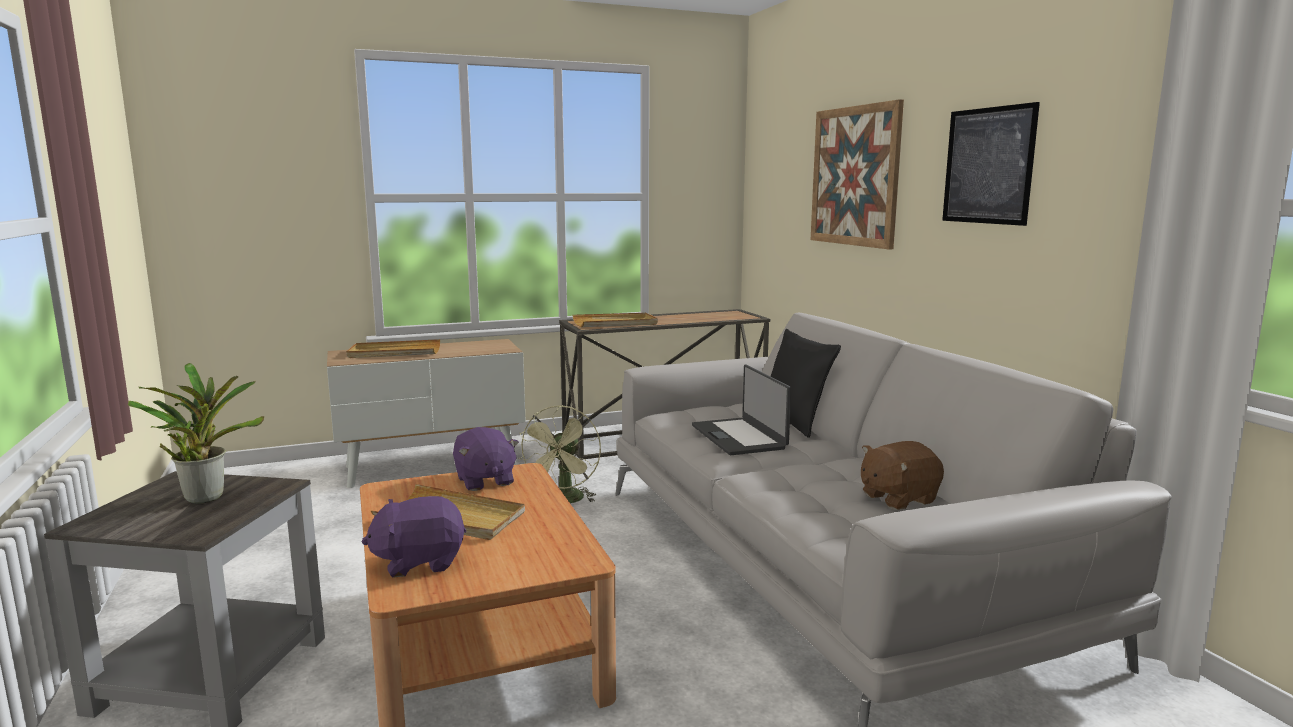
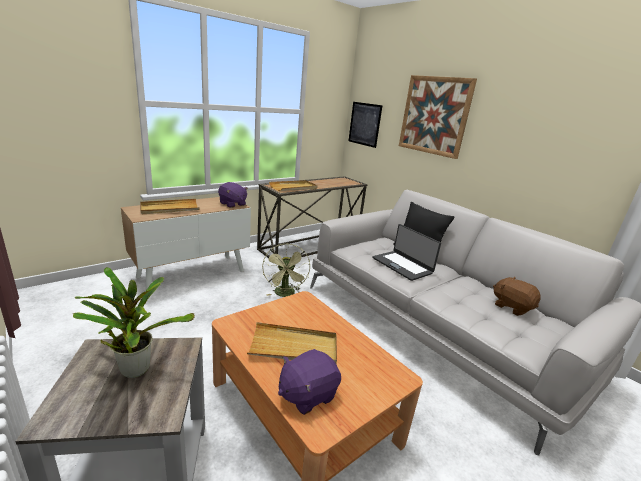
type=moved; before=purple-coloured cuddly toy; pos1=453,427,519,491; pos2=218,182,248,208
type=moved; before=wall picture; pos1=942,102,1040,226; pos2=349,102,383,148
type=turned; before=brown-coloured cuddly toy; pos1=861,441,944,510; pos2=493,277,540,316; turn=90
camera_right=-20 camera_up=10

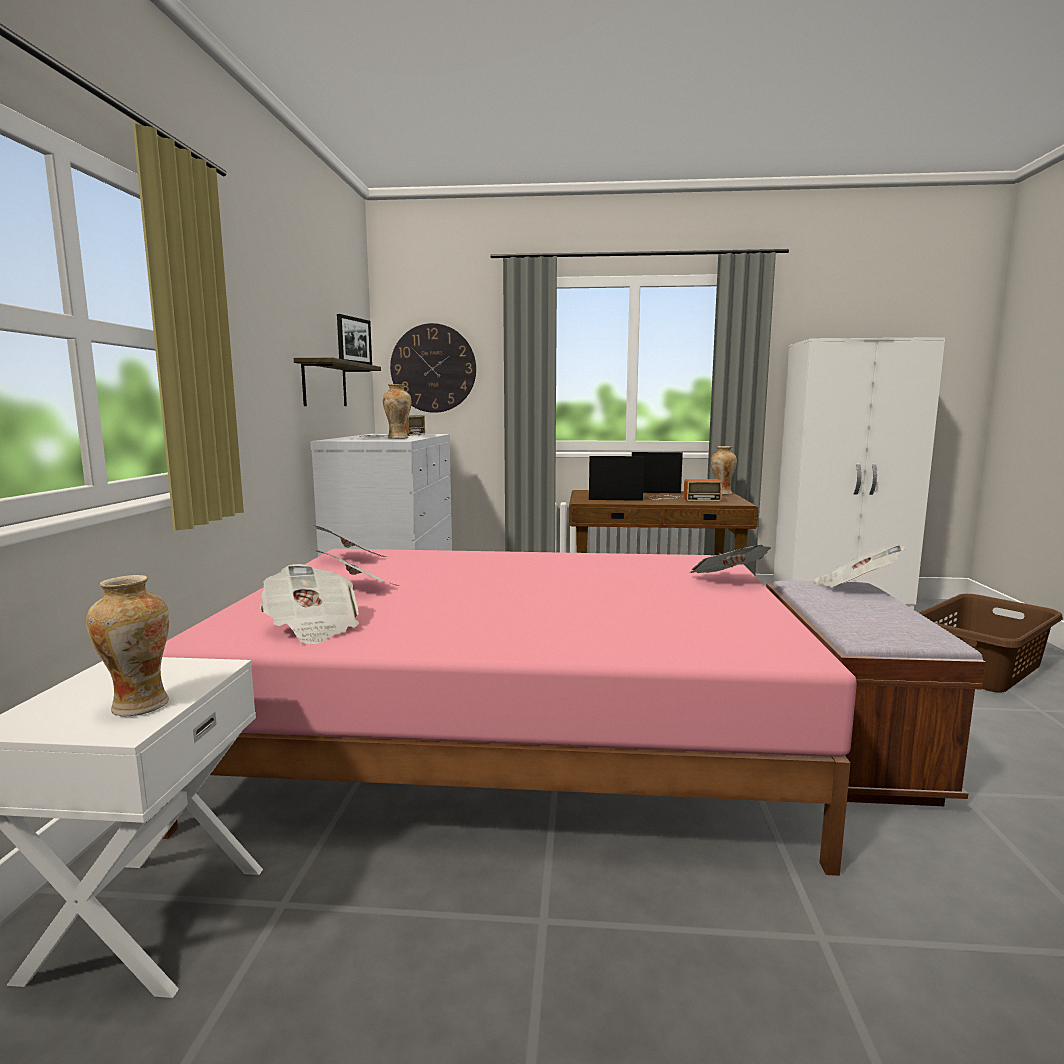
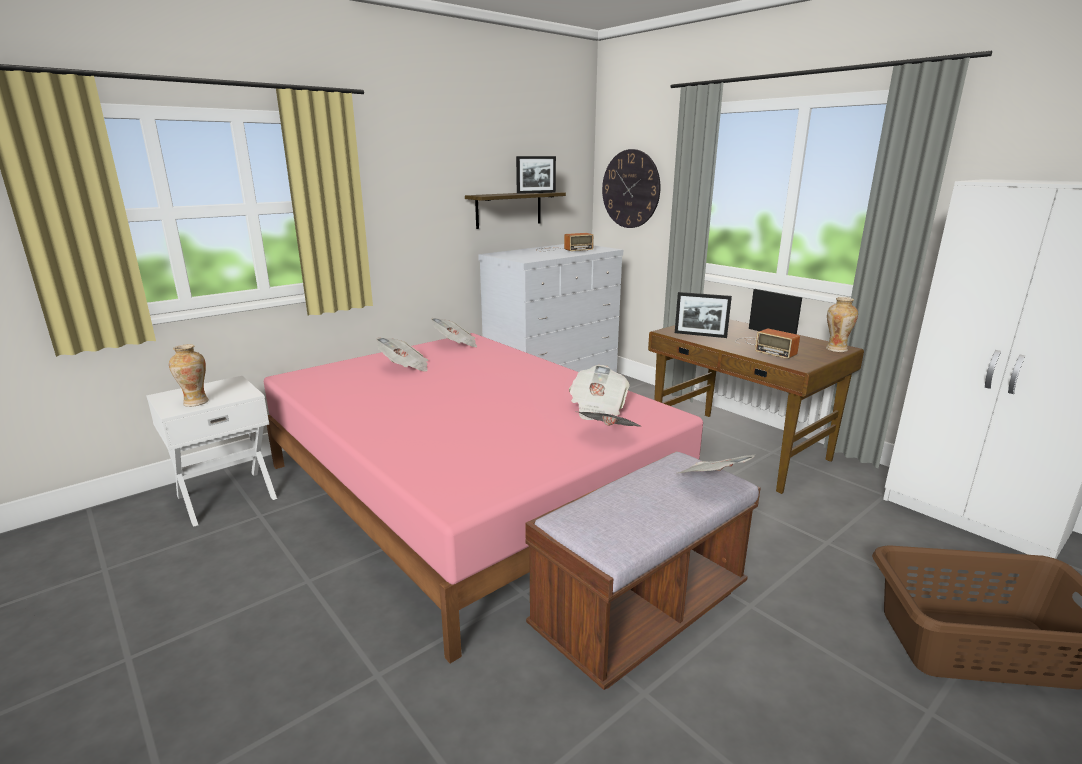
type=removed; before=vase; pos1=383,384,412,439
type=moved; before=newspaper; pos1=260,564,359,645; pos2=569,365,630,420
type=turned; before=picture frame; pos1=589,456,644,501; pos2=675,292,732,338; turn=150
camera_right=45 camera_up=10

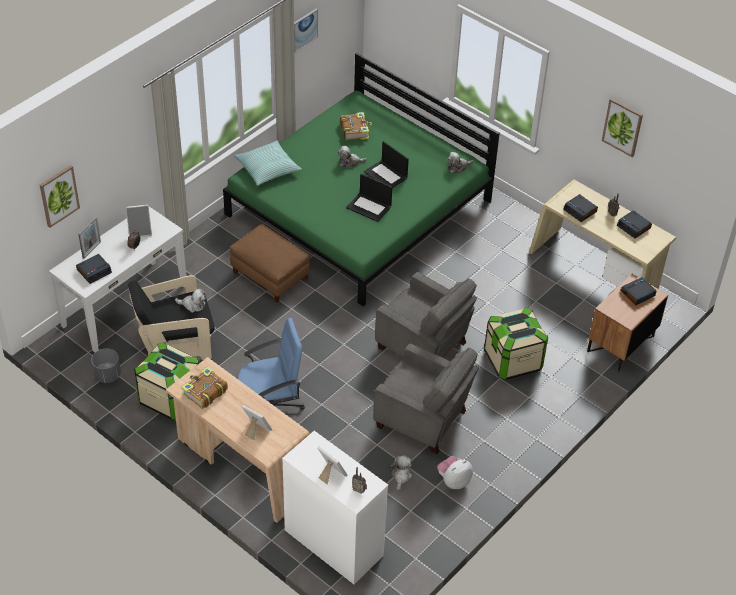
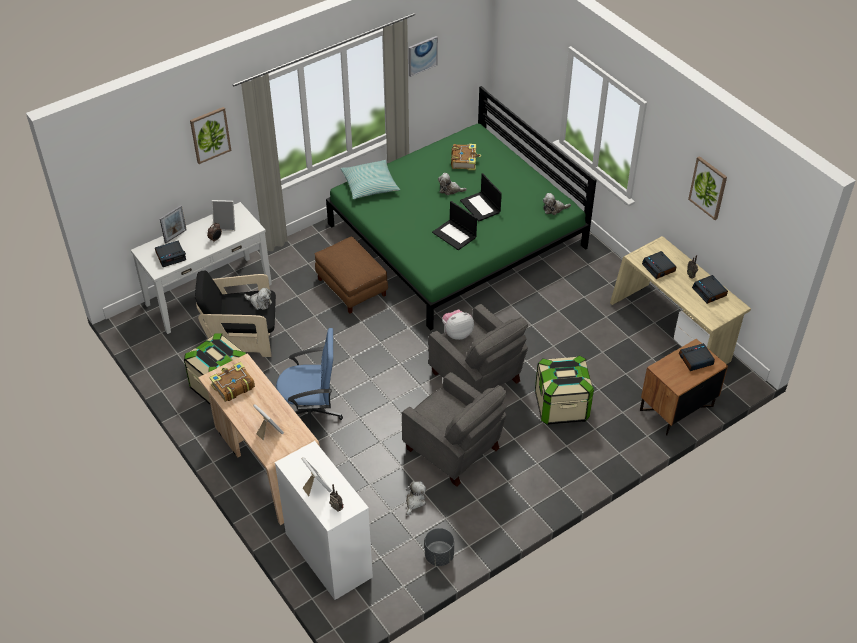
type=moved; before=wall picture; pos1=40,165,80,228; pos2=190,107,231,164
type=moved; before=greyish planter; pos1=91,349,121,383; pos2=425,528,454,566
type=moved; before=cuddly toy; pos1=437,456,473,489; pos2=443,310,474,340
camera_right=15 camera_up=0

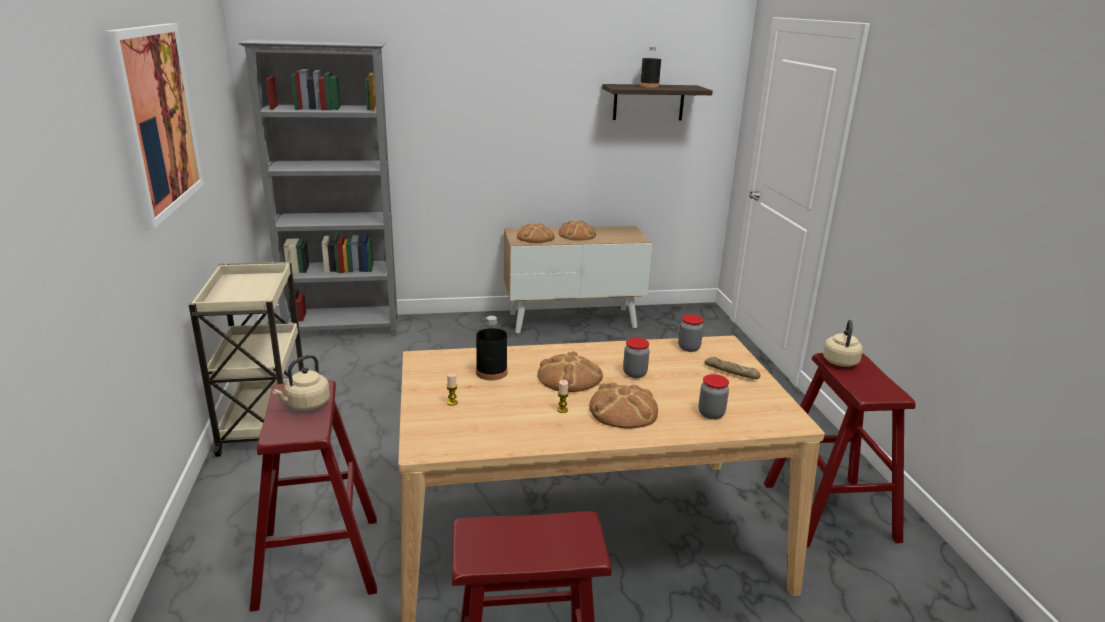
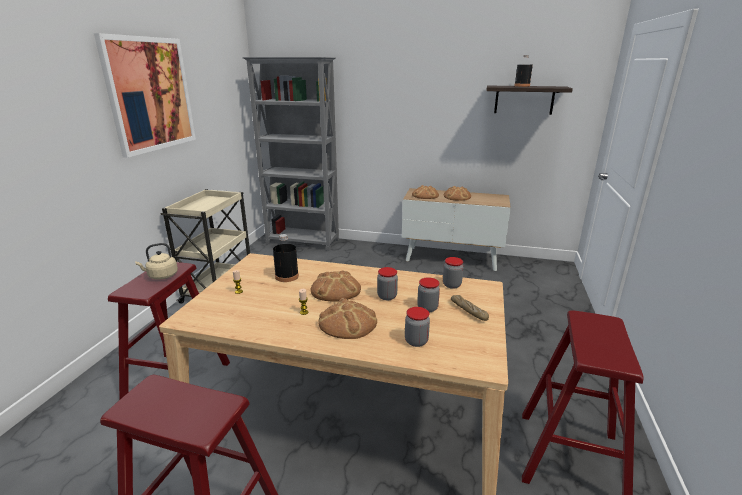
type=removed; before=sand-coloured tea kettle; pos1=823,320,863,367
type=added; after=storage jar; pos2=417,277,440,313
camera_right=25 camera_up=0

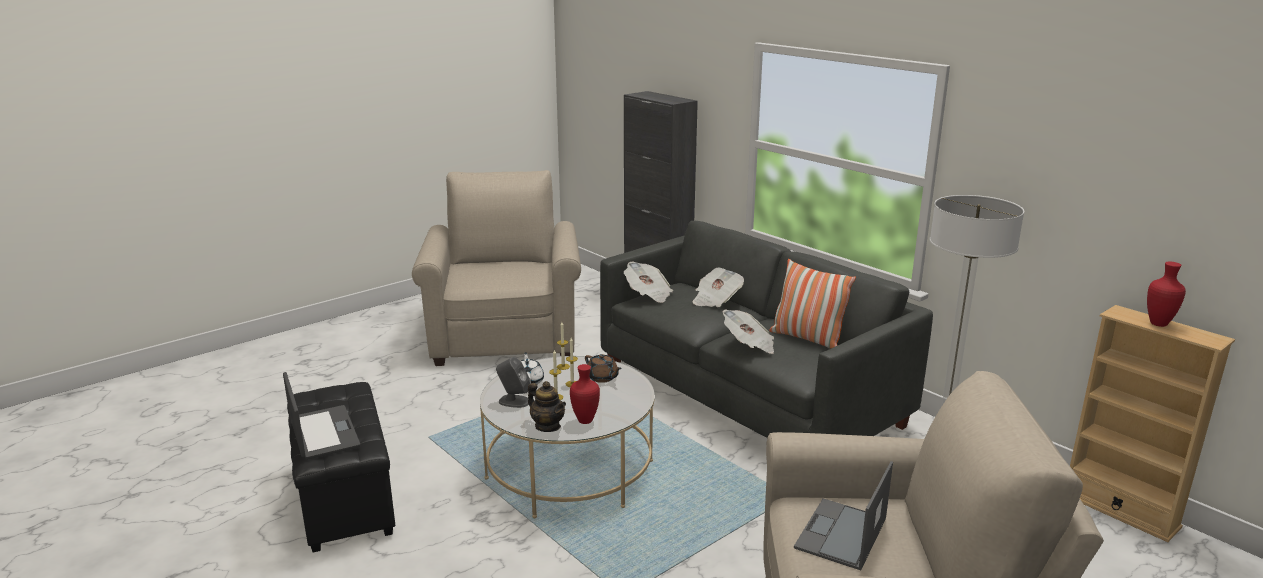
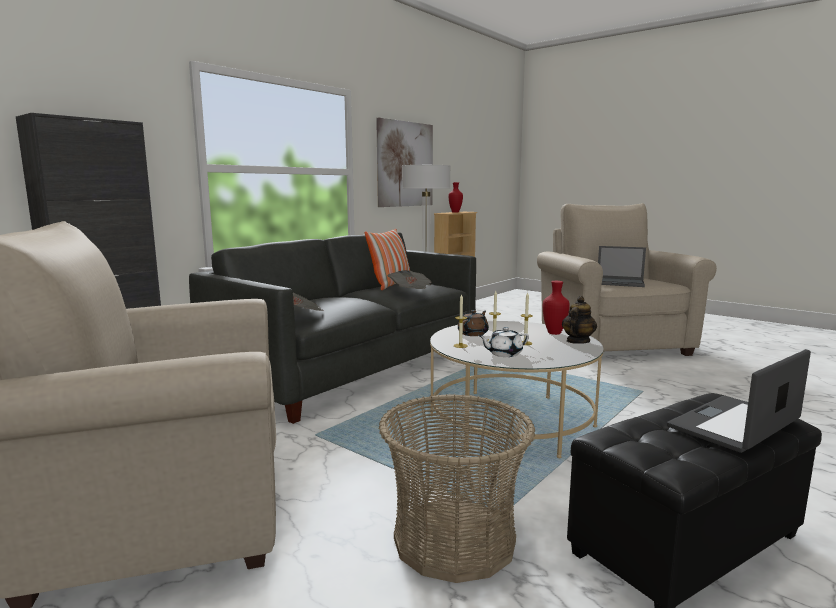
type=removed; before=greyish speaker; pos1=496,357,530,408
type=removed; before=newspaper; pos1=692,268,744,307
type=added; after=wall picture; pos2=376,117,433,207
type=added; after=storage basket; pos2=379,394,535,583
camera_right=-100 camera_up=-10

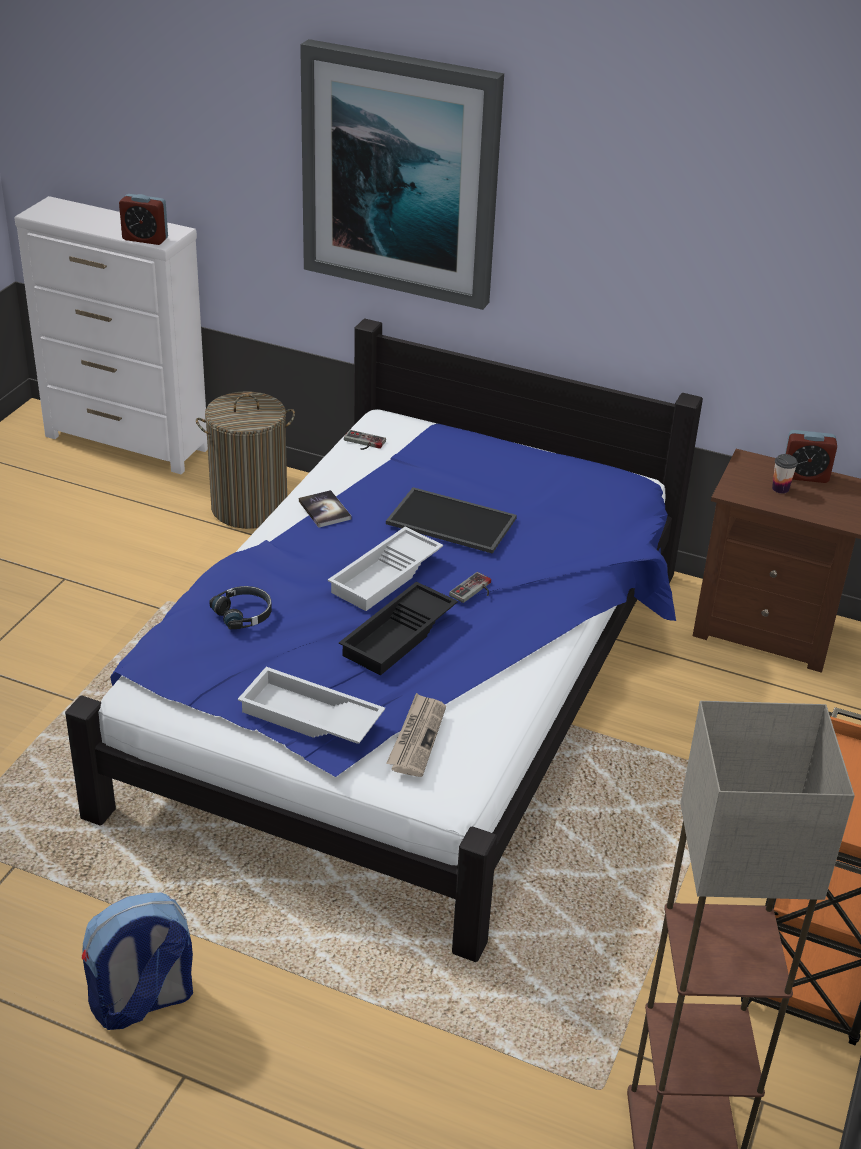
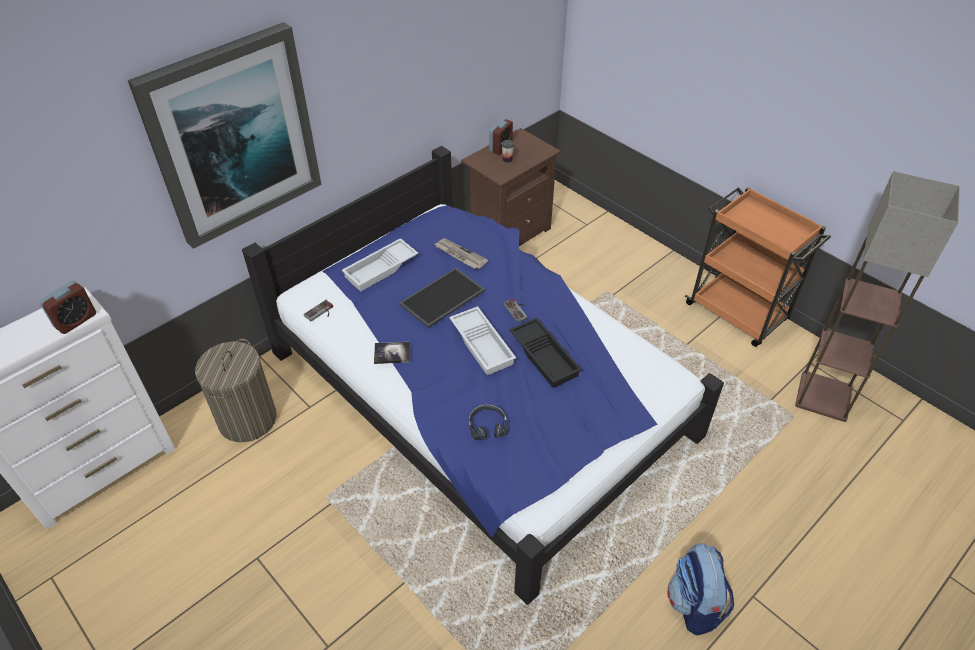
type=moved; before=white-coloured tray; pos1=238,667,385,744; pos2=342,238,418,292
type=moved; before=newspaper; pos1=387,693,446,777; pos2=434,238,488,269
camera_right=-65 camera_up=10

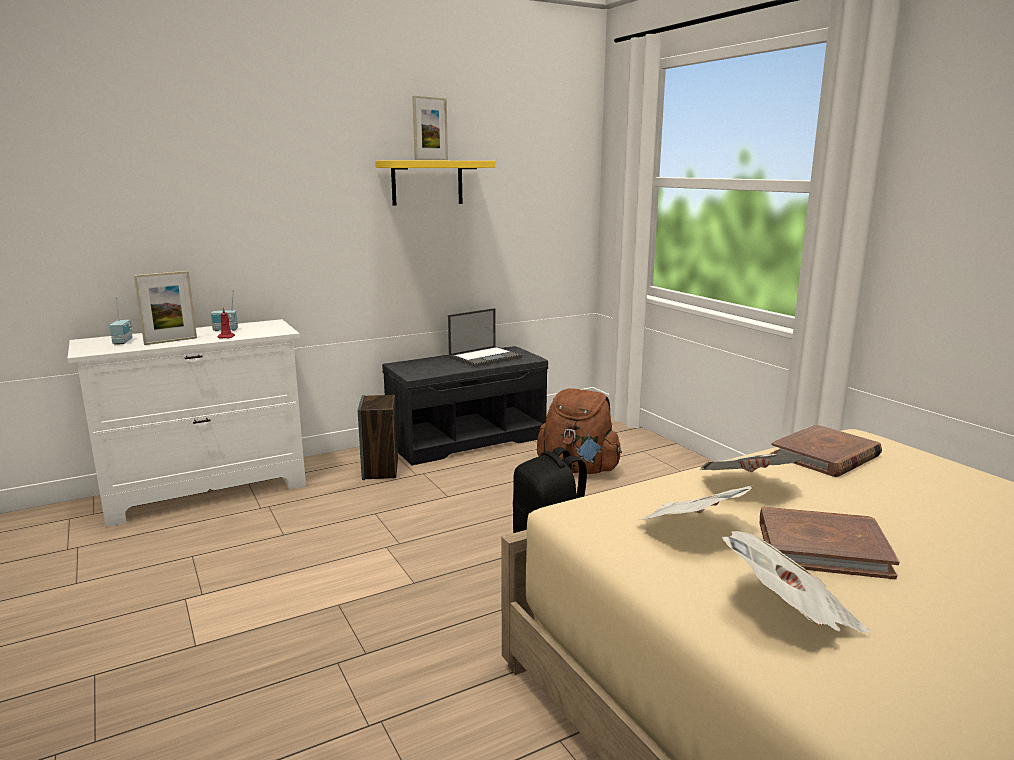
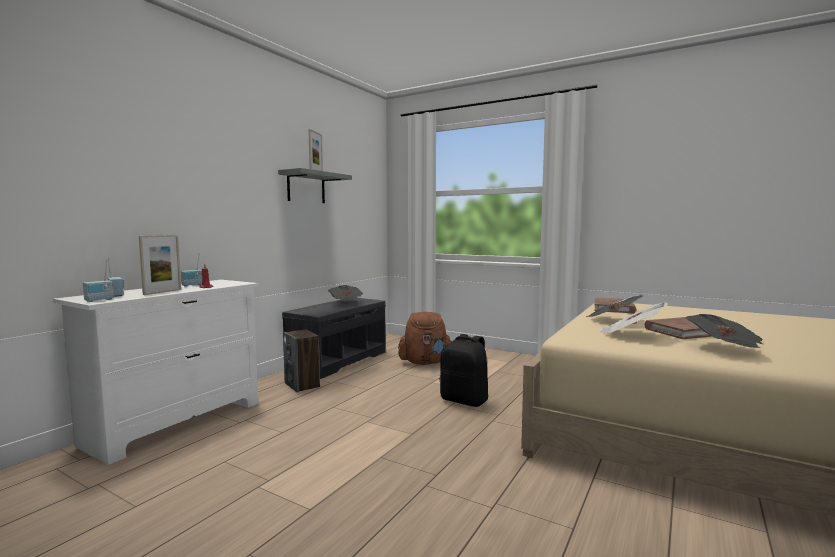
type=added; after=radio; pos2=83,260,114,302
type=replaced; before=notebook computer; after=newspaper; pos1=448,308,522,367; pos2=328,285,363,300
type=recoloured; before=yellow-coloured bracket shelf; after=greyish bracket shelf; pos1=375,160,495,206; pos2=278,168,352,203
camera_right=-30 camera_up=-10

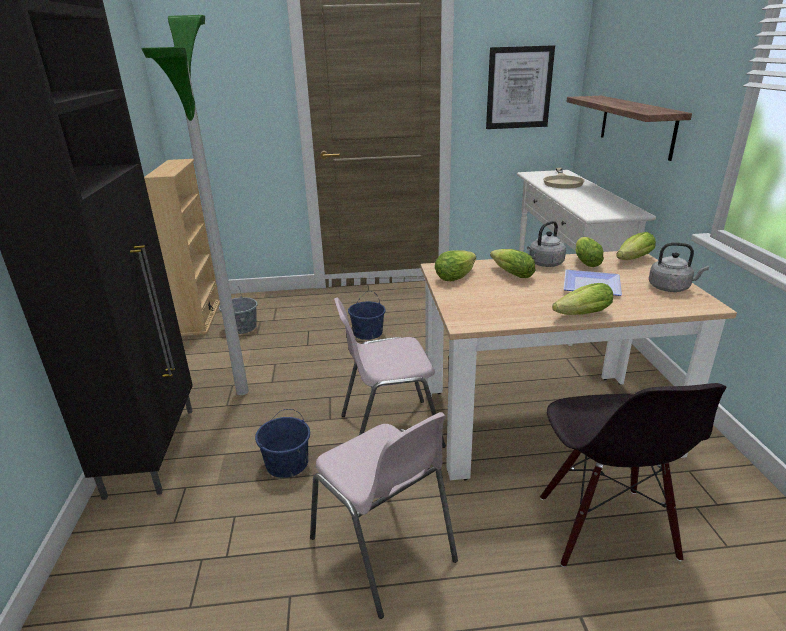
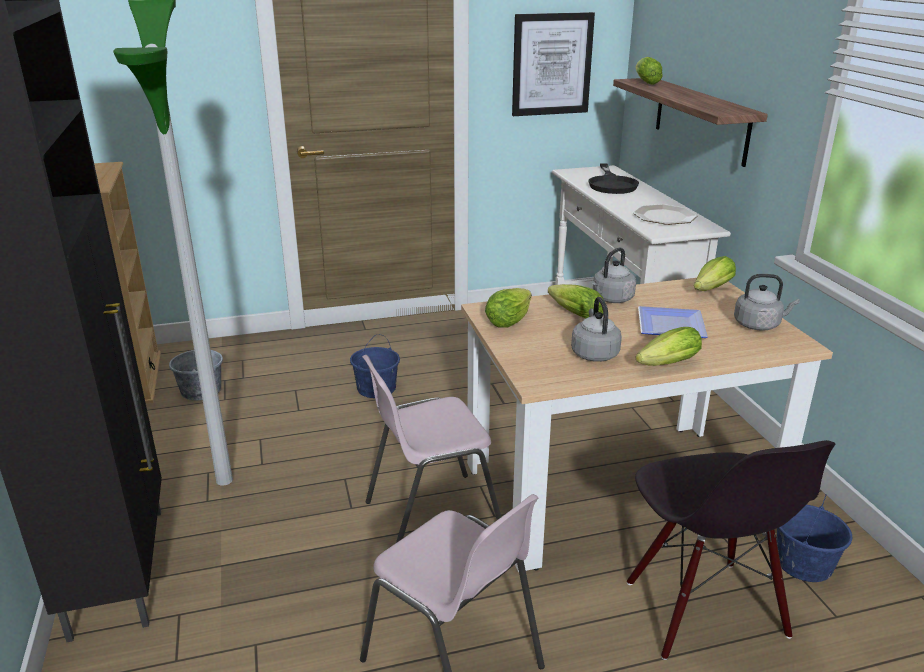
type=added; after=greyish tea kettle; pos2=571,297,622,362
type=added; after=plate; pos2=633,204,698,225
type=moved; before=blue-coloured water bucket; pos1=255,409,310,478; pos2=777,494,852,582
type=moved; before=lettuce; pos1=575,237,604,267; pos2=636,57,663,85
type=recoloured; before=sand-coloured skillet; after=blackish skillet; pos1=543,168,585,189; pos2=588,163,639,194
camera_right=-10 camera_up=0

